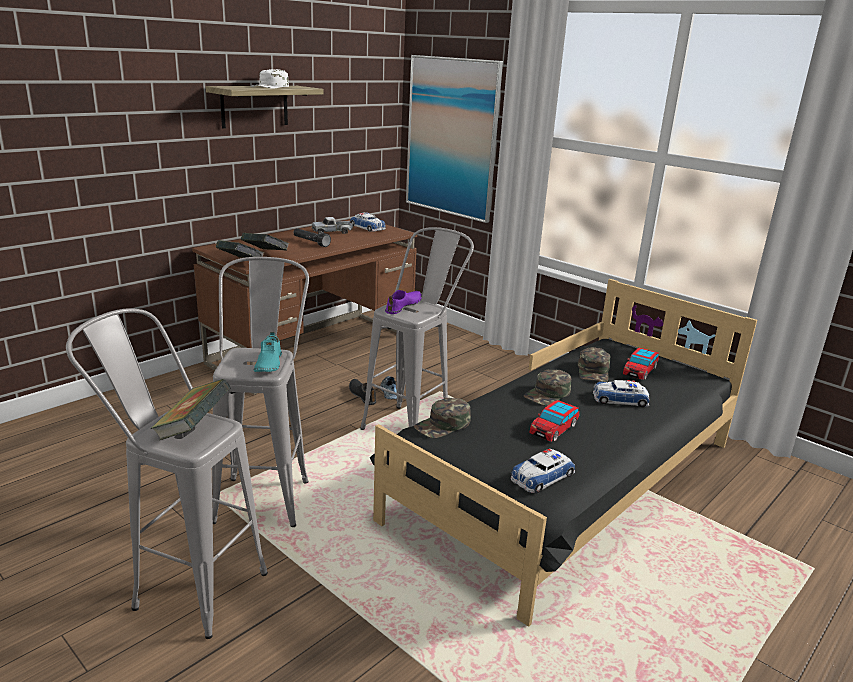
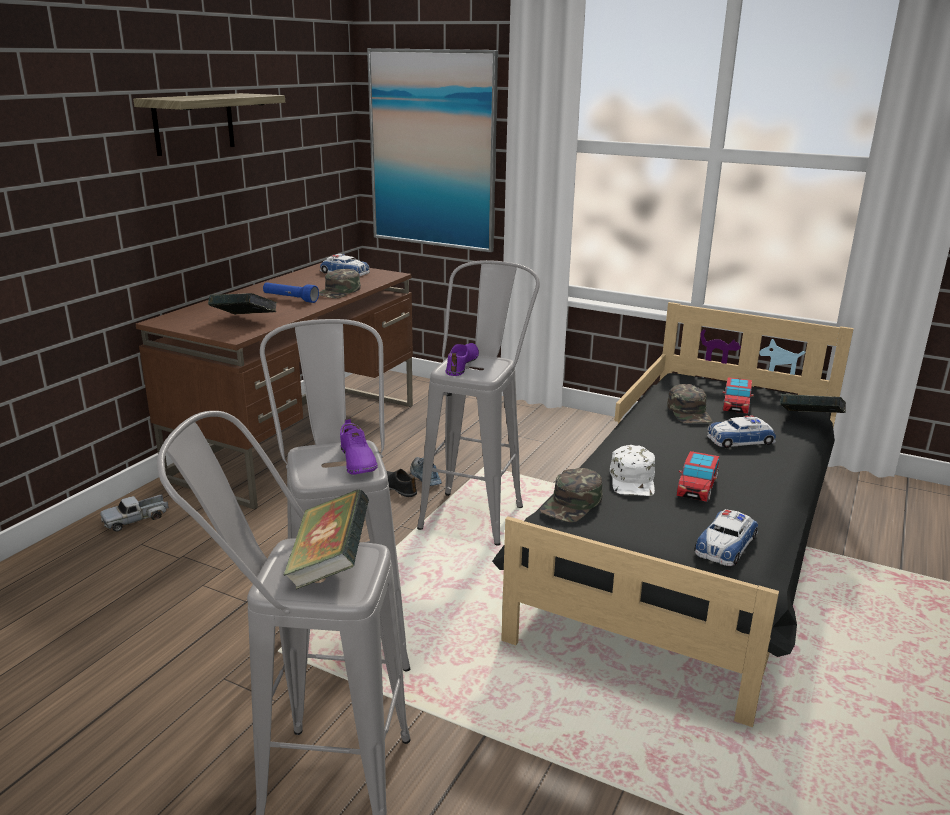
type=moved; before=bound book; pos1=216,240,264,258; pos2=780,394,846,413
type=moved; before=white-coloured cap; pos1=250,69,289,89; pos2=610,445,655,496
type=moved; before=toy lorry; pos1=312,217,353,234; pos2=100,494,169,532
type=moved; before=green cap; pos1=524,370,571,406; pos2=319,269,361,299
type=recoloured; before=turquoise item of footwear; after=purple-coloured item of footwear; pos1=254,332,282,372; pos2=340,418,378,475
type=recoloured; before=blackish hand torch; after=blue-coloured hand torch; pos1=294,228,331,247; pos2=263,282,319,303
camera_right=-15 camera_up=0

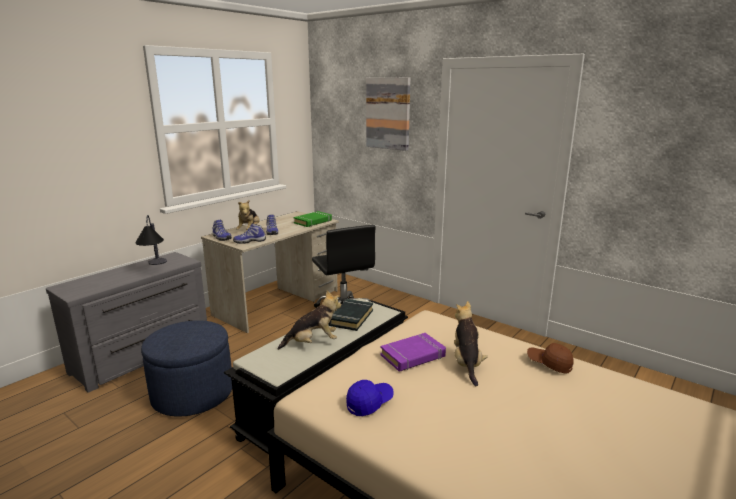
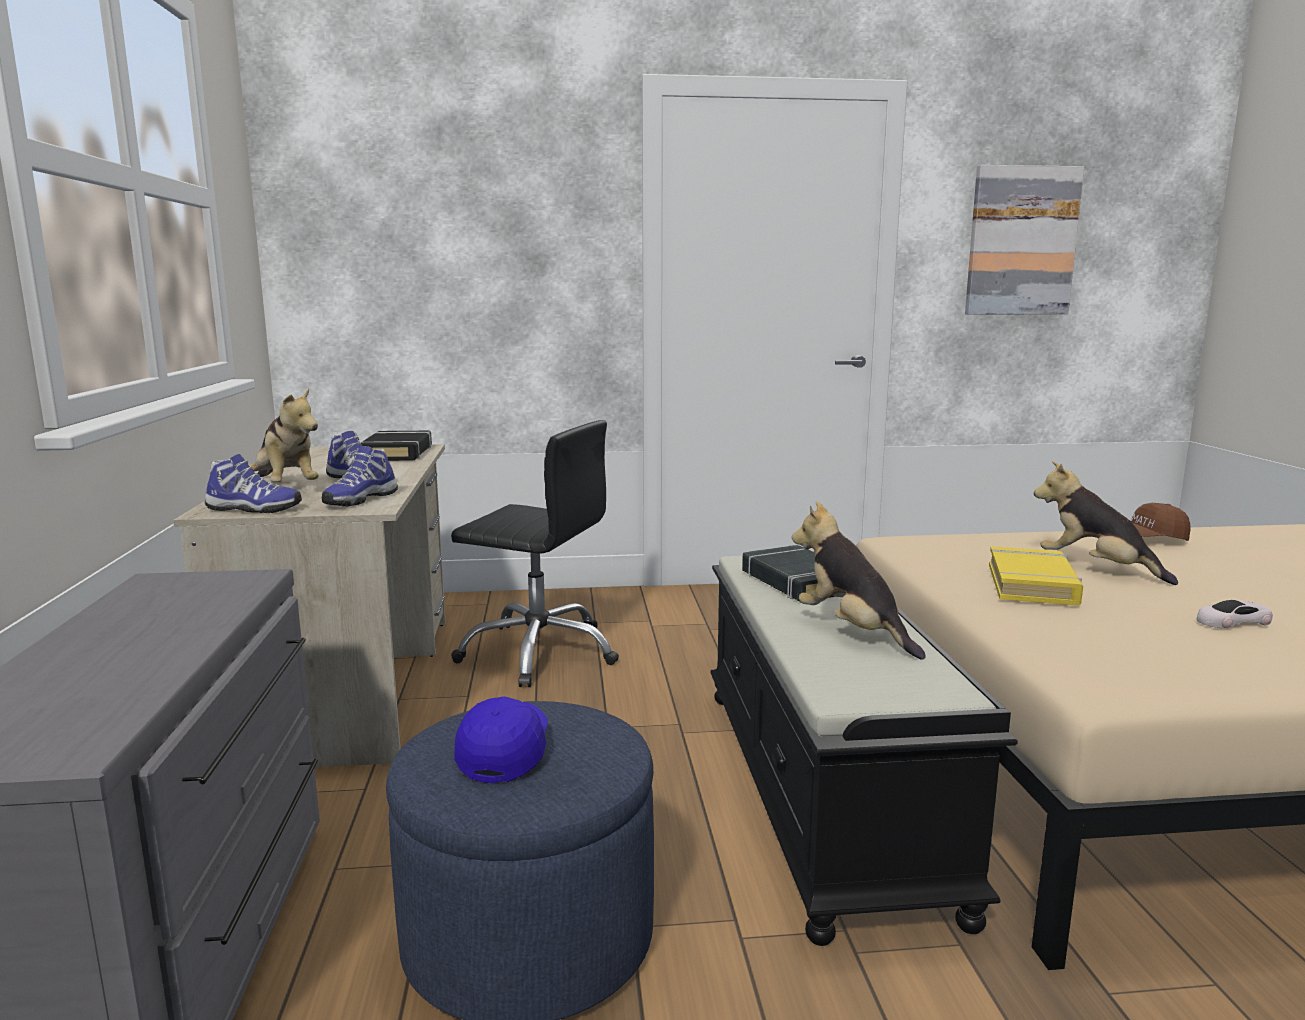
type=removed; before=tabletop lamp; pos1=135,215,167,265
type=added; after=white-coloured toy car; pos2=1197,600,1273,628
type=moved; before=blue-coloured cap; pos1=346,380,394,416; pos2=454,696,548,783
type=moved; before=wall picture; pos1=366,78,410,151; pos2=965,165,1084,315
type=recoloured; before=green bound book; after=blackish bound book; pos1=293,211,332,227; pos2=361,431,432,461
type=recoloured; before=purple-coloured bound book; after=yellow-coloured bound book; pos1=380,333,446,372; pos2=989,546,1083,606
type=turned; before=cuddly toy; pos1=277,290,341,350; pos2=792,501,926,659; turn=-60
camera_right=-45 camera_up=-5

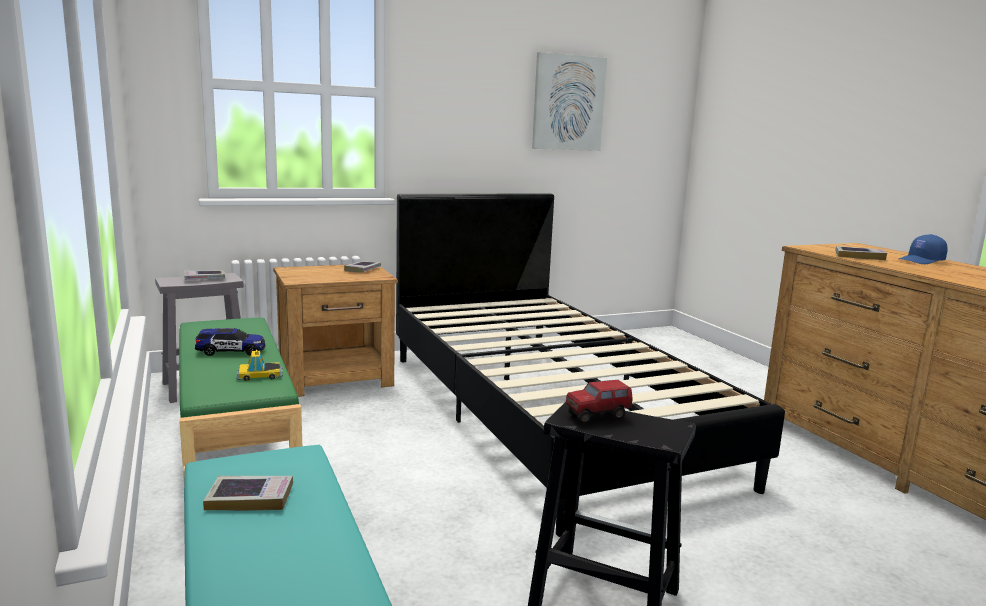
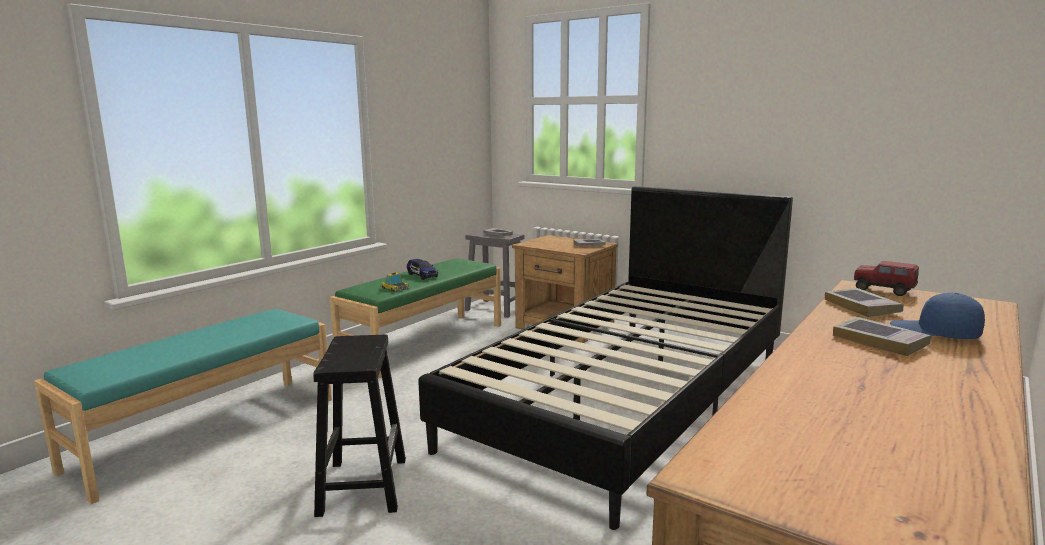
type=removed; before=wall picture; pos1=532,52,607,151
type=moved; before=bound book; pos1=203,476,293,511; pos2=833,317,931,356
type=moved; before=toy lorry; pos1=566,380,633,423; pos2=854,261,919,296
camera_right=60 camera_up=0

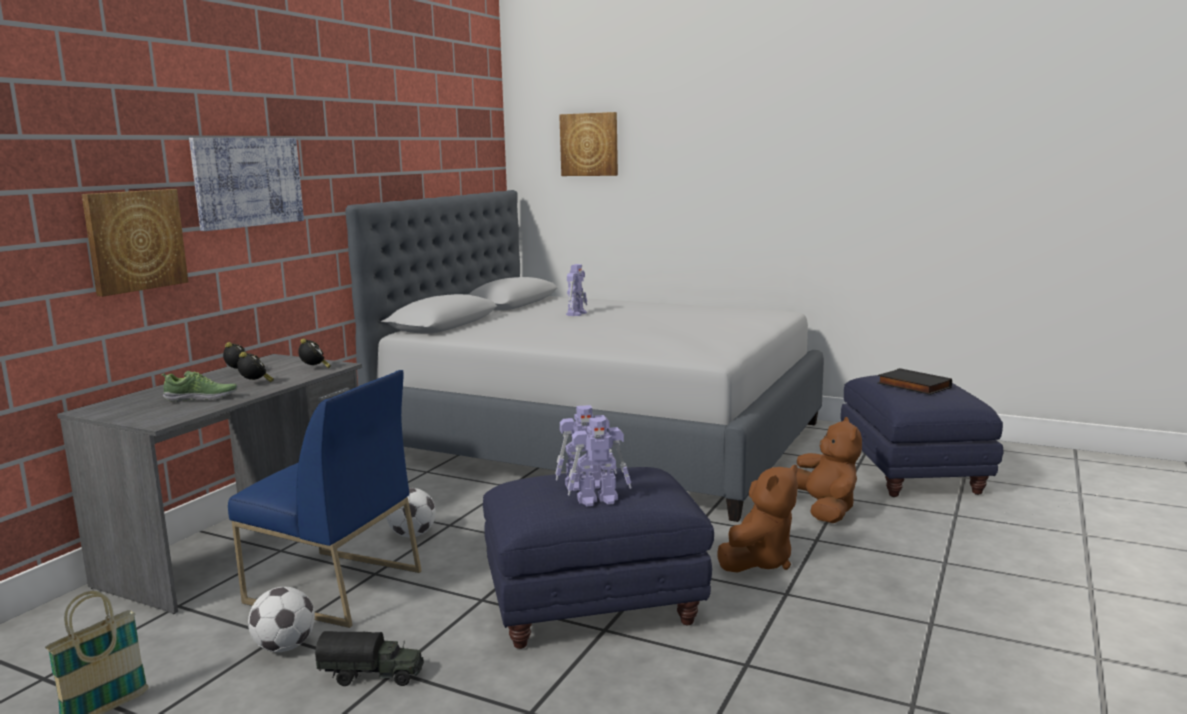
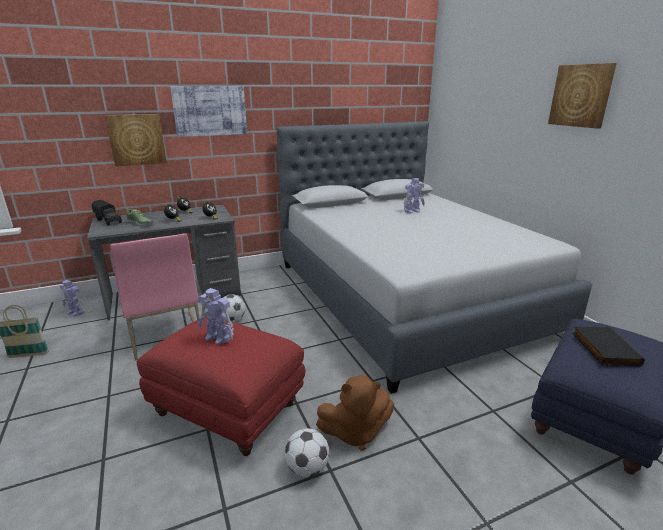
type=removed; before=brown-coloured cuddly toy; pos1=796,417,862,523
type=moved; before=football; pos1=248,587,315,652; pos2=285,428,329,477
type=moved; before=toy lorry; pos1=315,631,424,686; pos2=91,200,122,226
type=moved; before=wall picture; pos1=559,112,618,176; pos2=548,63,617,129
type=moved; before=model robot; pos1=567,417,632,506; pos2=60,280,85,316
type=recoloured; before=blue-coloured plain chair; after=pinkish plain chair; pos1=228,370,422,628; pos2=110,233,199,360
type=recoloured; before=blue-coloured pouffe; after=red-coloured pouffe; pos1=483,467,714,649; pos2=137,316,305,456
camera_right=40 camera_up=10

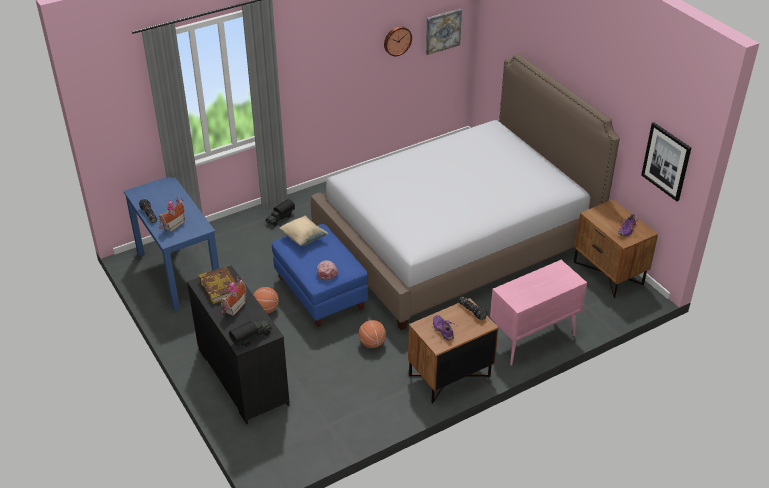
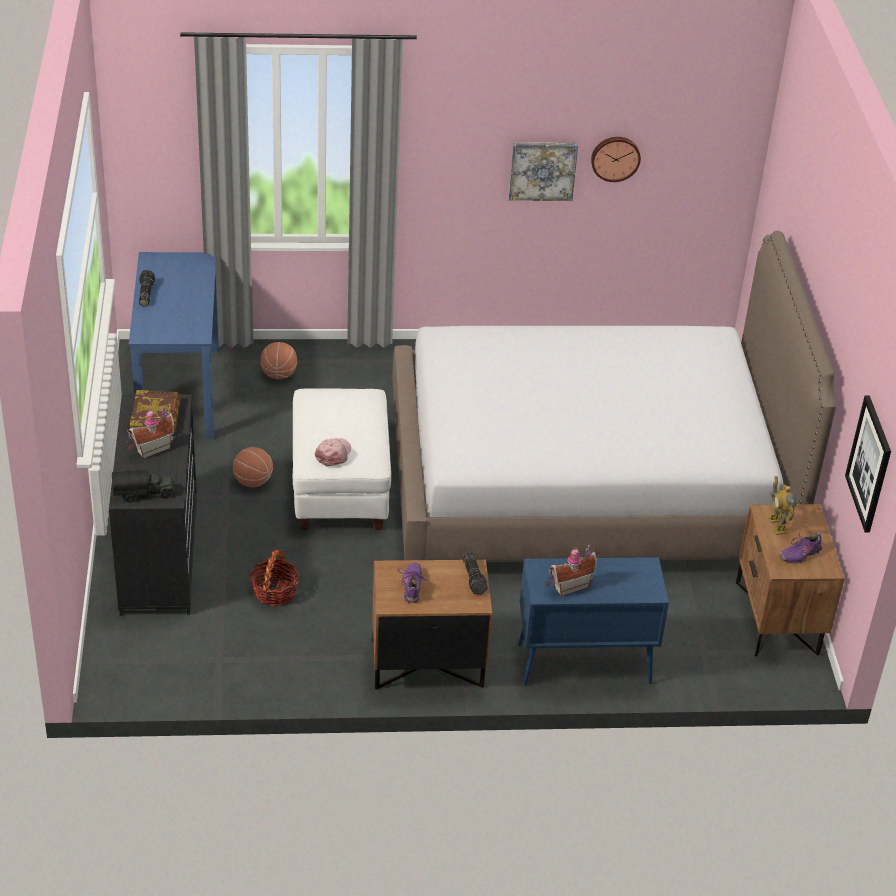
type=removed; before=toy lorry; pos1=265,199,295,226
type=removed; before=sand-coloured pillow; pos1=280,215,328,246
type=added; after=storage basket; pos2=250,550,300,606
type=added; after=model robot; pos2=768,476,797,535
type=moved; before=model house; pos1=159,197,185,232; pos2=546,545,599,596
type=moved; before=ball for basketball; pos1=359,320,386,348; pos2=261,342,297,379
type=moved; before=wall picture; pos1=426,9,462,55; pos2=509,142,578,201
type=recoloured; before=blue-coloured pouffe; after=white-coloured pouffe; pos1=272,224,368,327; pos2=293,388,391,530
type=recoloured; before=pinkish cabinet; after=blue-coloured cabinet; pos1=490,260,587,366; pos2=518,557,669,686
camera_right=25 camera_up=0

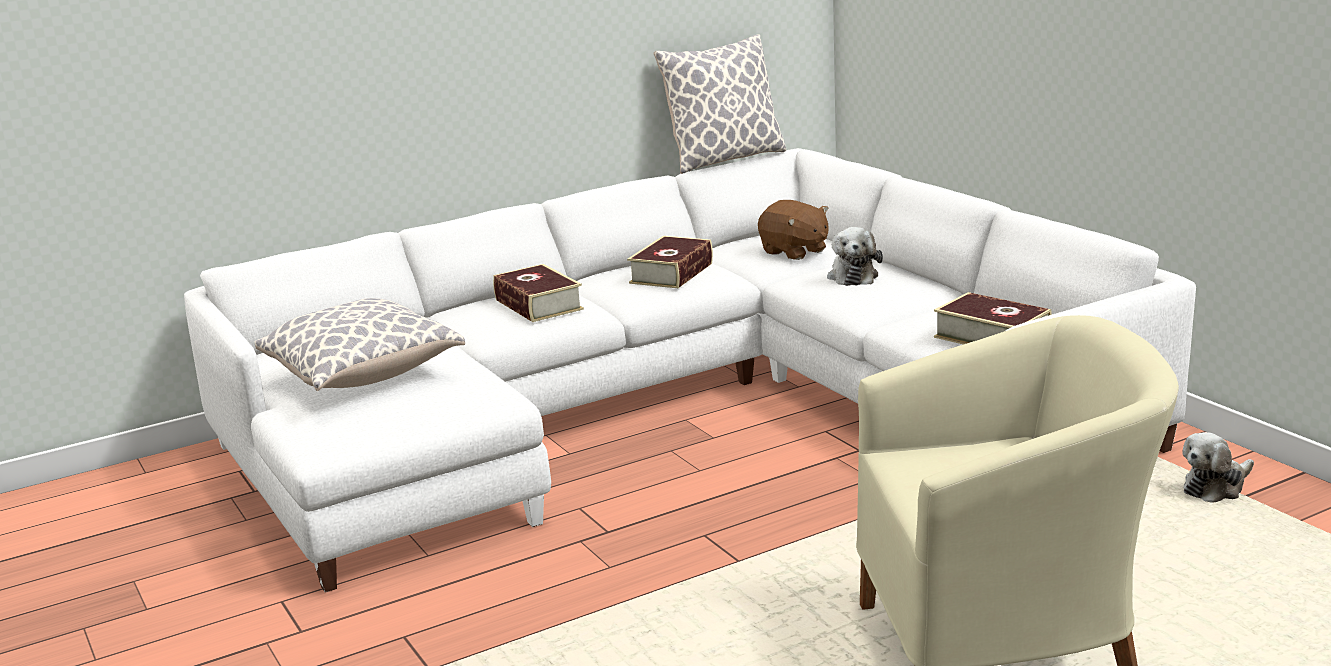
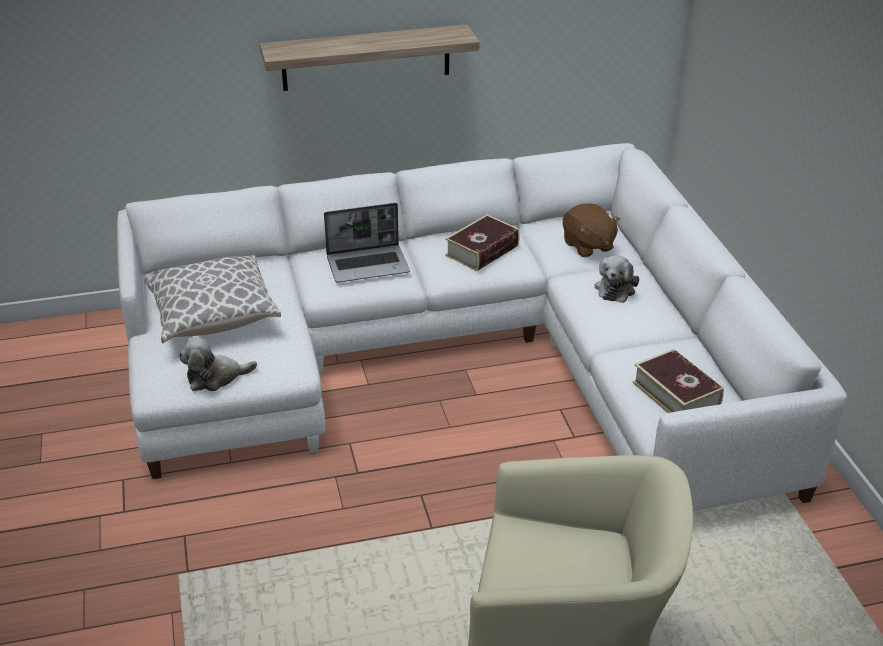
type=removed; before=pillow; pos1=653,34,786,174
type=added; after=bracket shelf; pos2=260,24,479,91
type=moved; before=cuddly toy; pos1=1182,432,1254,503; pos2=179,337,257,391
type=replaced; before=bound book; after=notebook computer; pos1=493,264,584,322; pos2=324,203,410,283
camera_right=15 camera_up=15

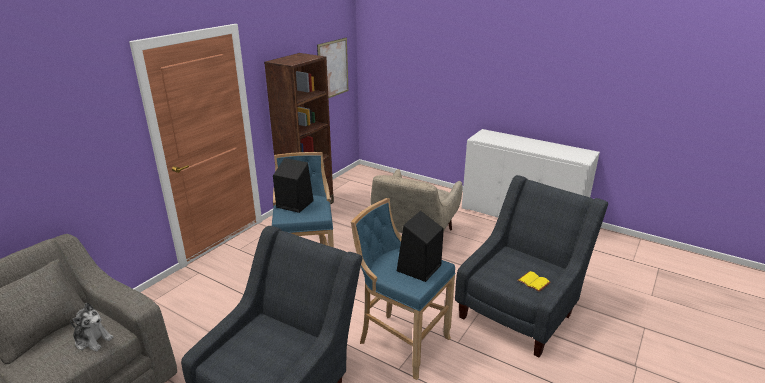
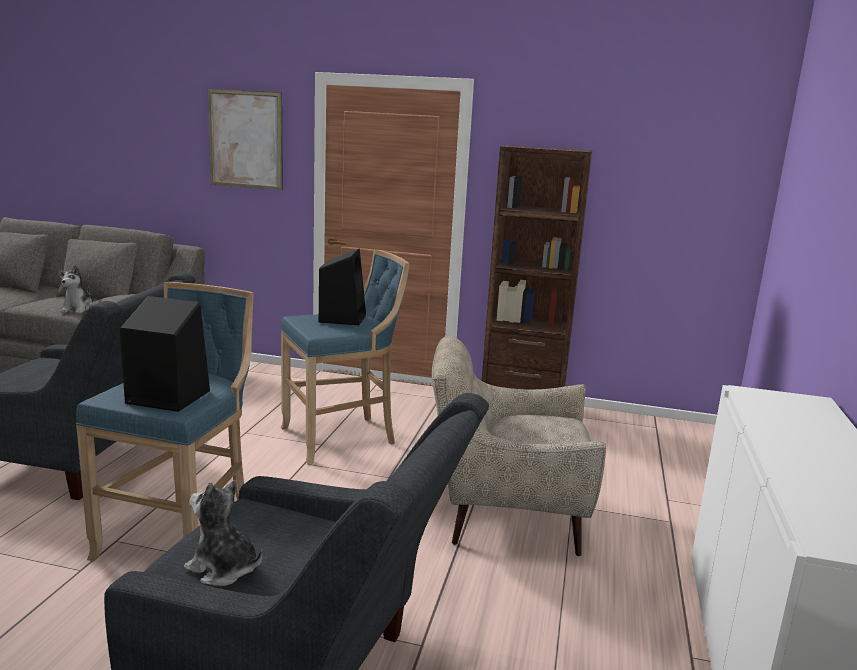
type=moved; before=wall picture; pos1=317,37,349,98; pos2=208,89,283,190
type=replaced; before=yellow-coloured bound book; after=cuddly toy; pos1=517,271,551,292; pos2=184,480,263,586
camera_right=70 camera_up=-10

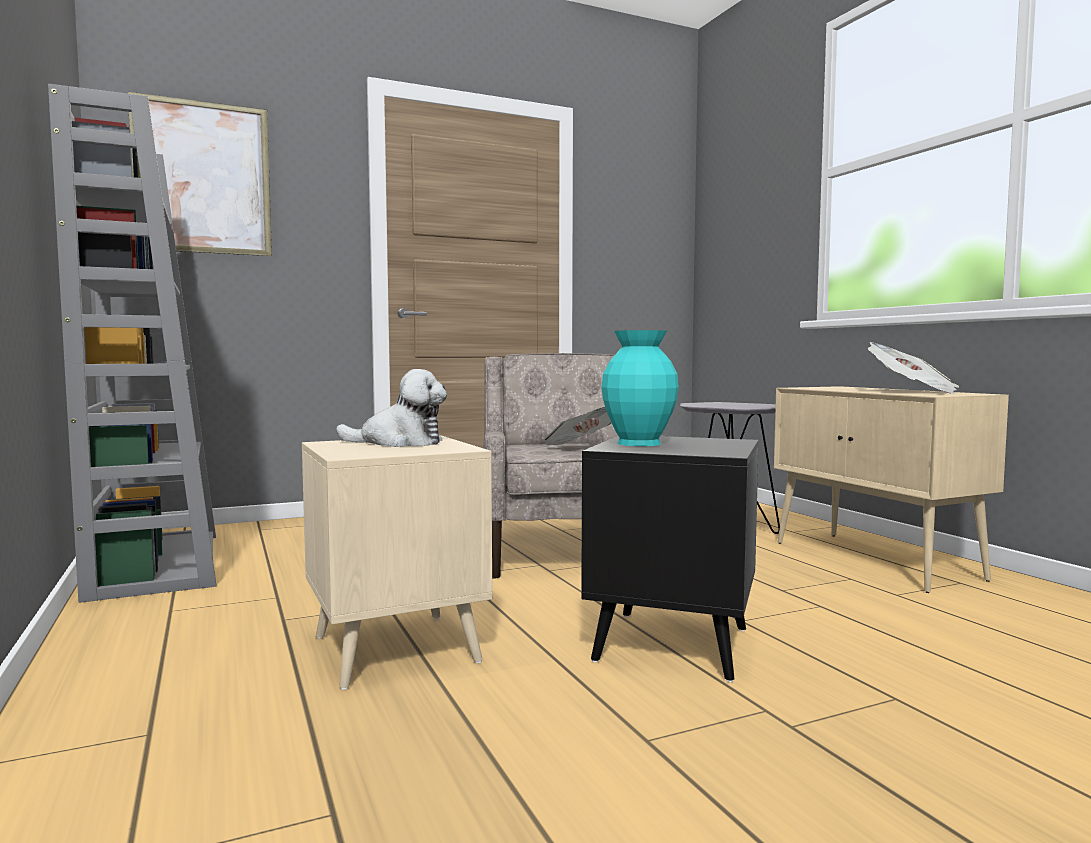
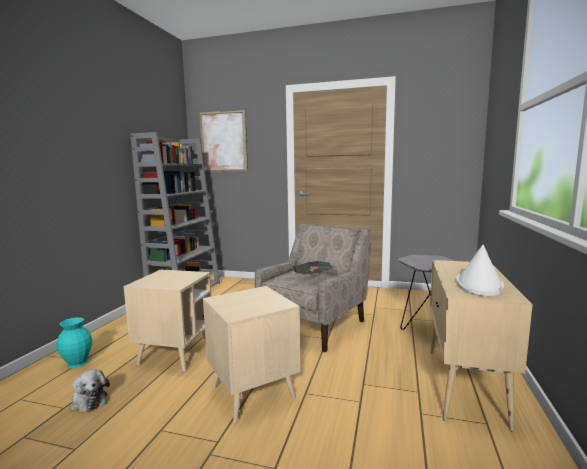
type=moved; before=cuddly toy; pos1=336,369,447,447; pos2=70,369,110,412
type=moved; before=turquoise vase; pos1=601,330,679,446; pos2=56,317,92,368
type=replaced; before=newspaper; after=white-coloured hat; pos1=868,342,959,394; pos2=456,245,504,296
type=recoloured; before=blackish end table; after=sand-coloured end table; pos1=581,436,759,682; pos2=203,286,300,422
camera_right=40 camera_up=5

